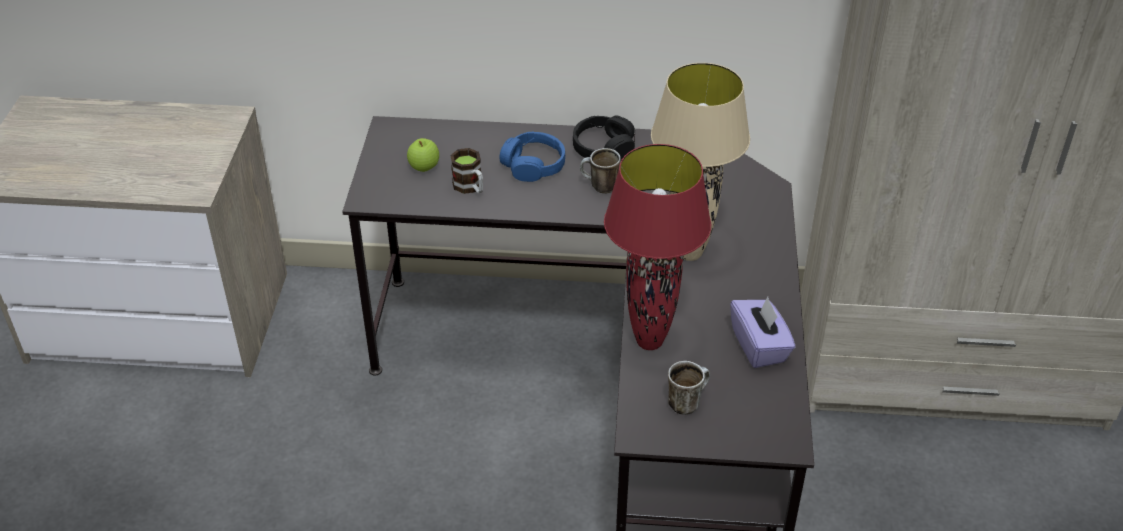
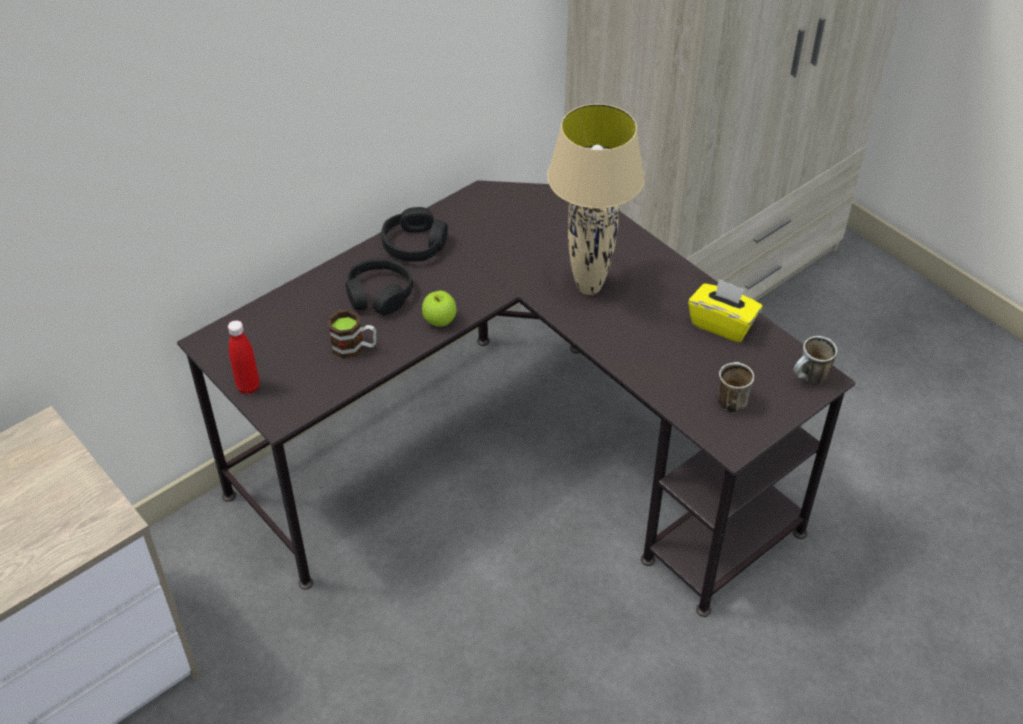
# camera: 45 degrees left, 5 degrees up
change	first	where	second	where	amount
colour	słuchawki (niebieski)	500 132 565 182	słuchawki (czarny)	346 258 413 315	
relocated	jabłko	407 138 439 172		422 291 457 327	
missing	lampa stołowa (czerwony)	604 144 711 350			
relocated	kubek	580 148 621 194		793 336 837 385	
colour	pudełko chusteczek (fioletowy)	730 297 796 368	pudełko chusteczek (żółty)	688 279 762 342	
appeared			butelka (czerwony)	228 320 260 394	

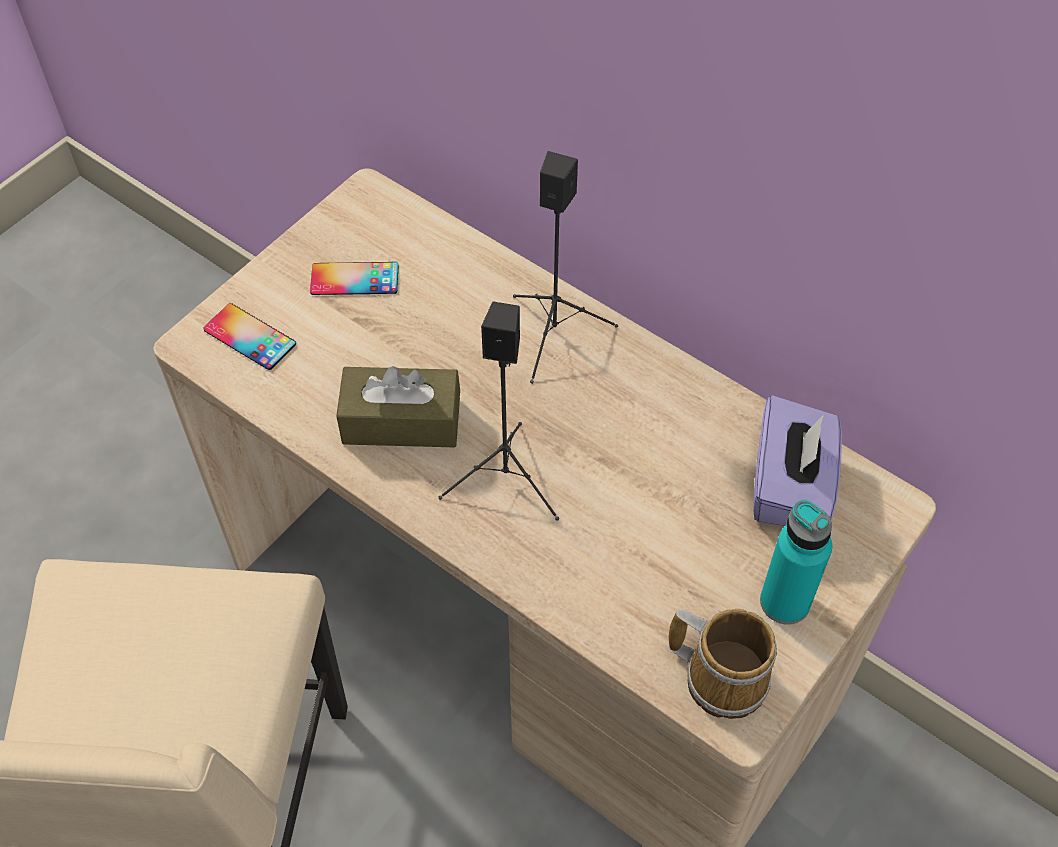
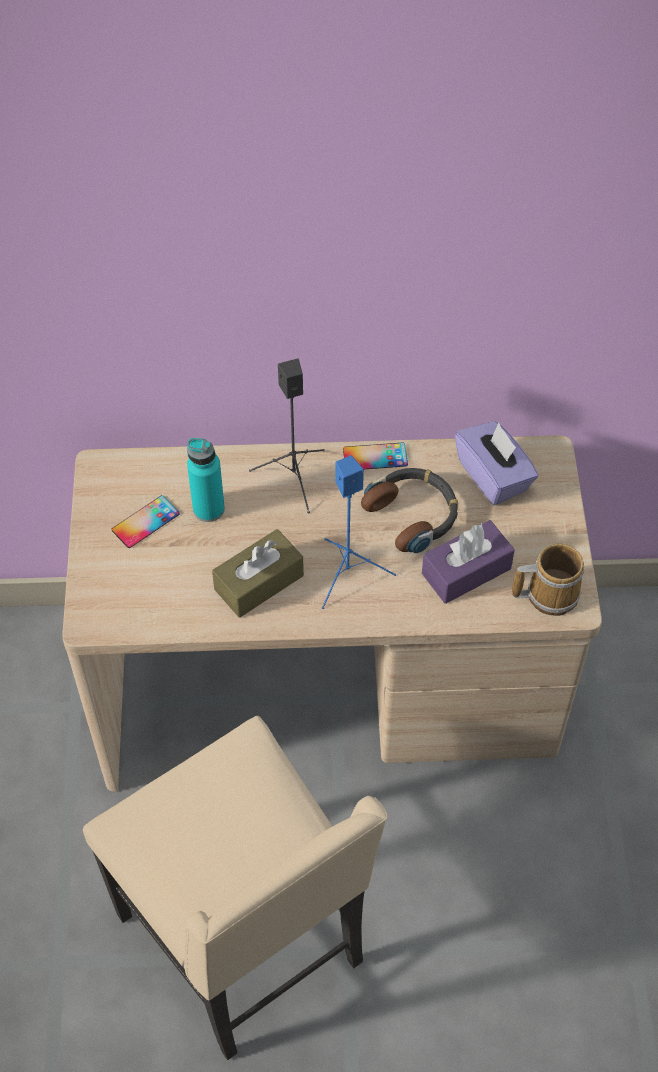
# camera: 40 degrees left, 0 degrees up
change	first	where	second	where	amount
colour	głośnik (czarny)	438 302 559 520	głośnik (niebieski)	322 455 396 609	
relocated	telefon	204 303 296 370		343 443 408 469	
relocated	butelka (turkusowy)	760 499 832 625		187 438 225 522	
appeared			słuchawki	361 468 458 553	
appeared			pudełko chusteczek (fioletowy)	422 520 515 604	

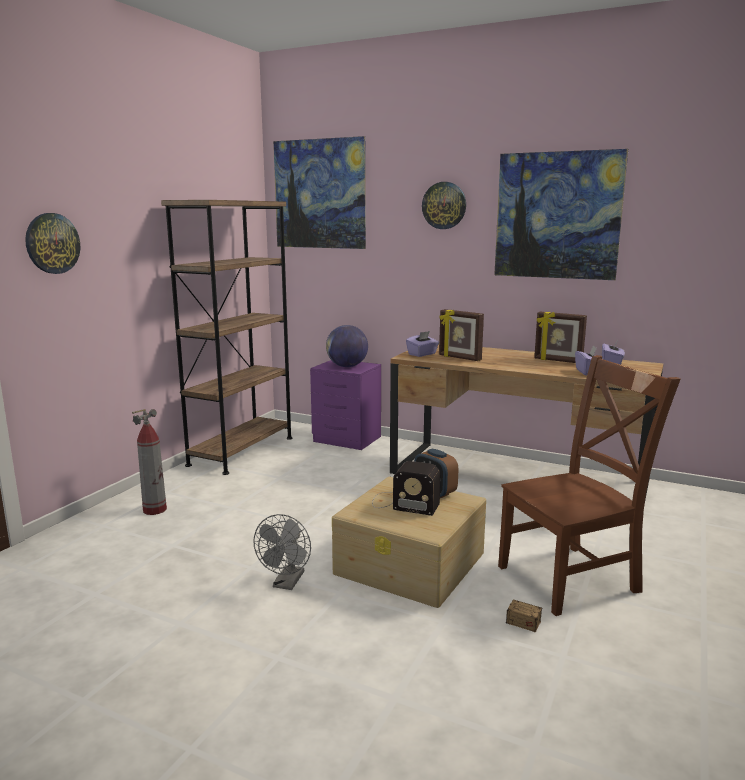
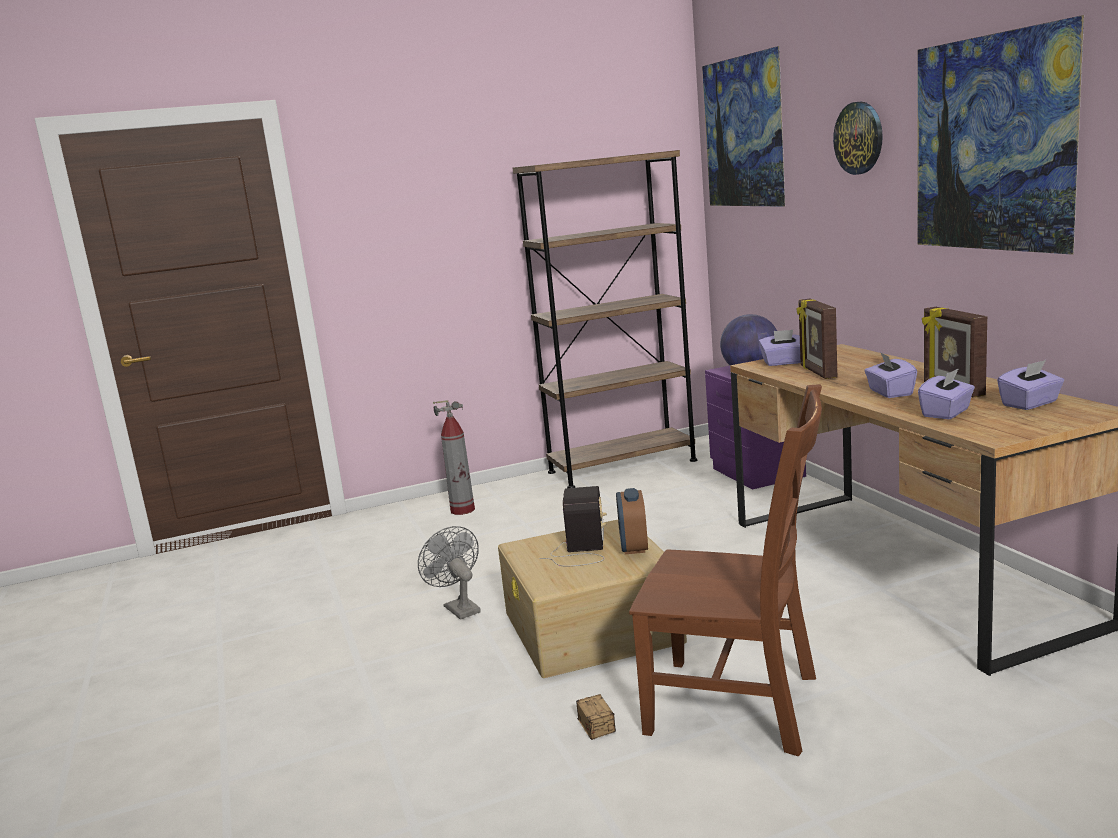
# camera: 45 degrees right, 0 degrees up
change	first	where	second	where	amount
missing	zegar ścienny	25 213 80 274			
spun	radio	372 461 441 516		539 486 607 566	150 degrees counterclockwise
spun	wentylator (szary)	253 514 311 590		418 526 481 620	90 degrees clockwise
appeared			pudełko chusteczek (fioletowy)	864 353 917 398	

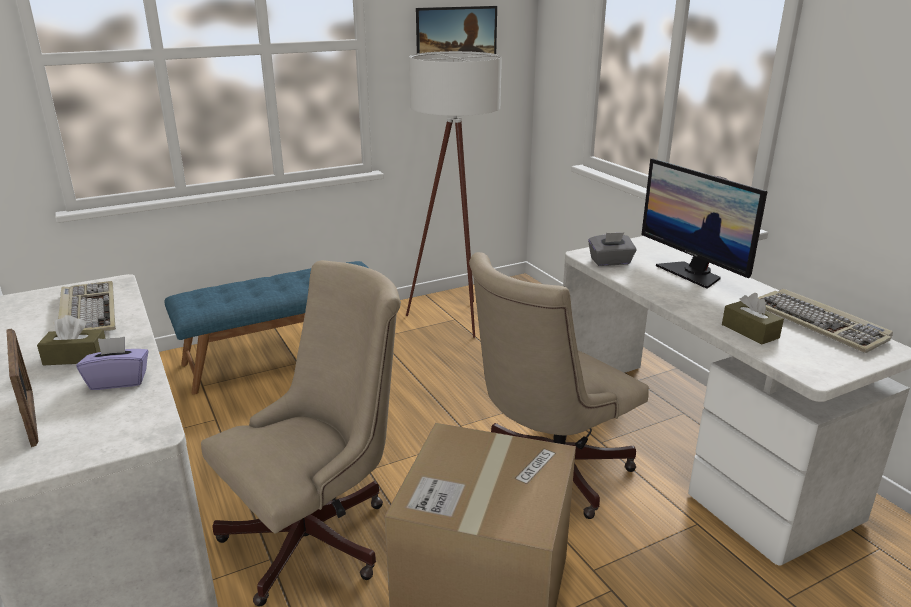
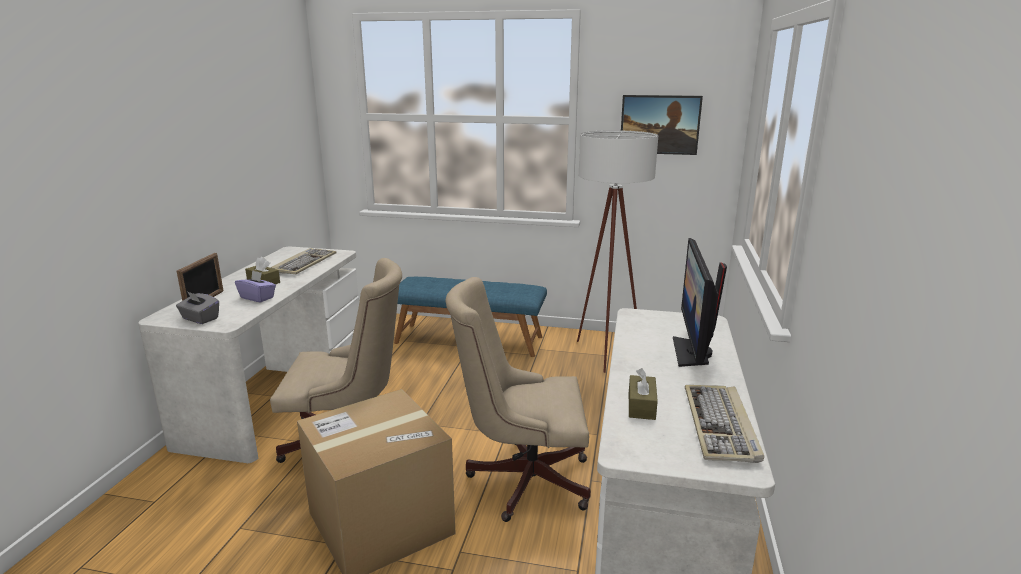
# camera: 40 degrees right, 5 degrees down
change	first	where	second	where	amount
relocated	pudełko chusteczek (szary)	588 232 637 266		176 291 219 324	

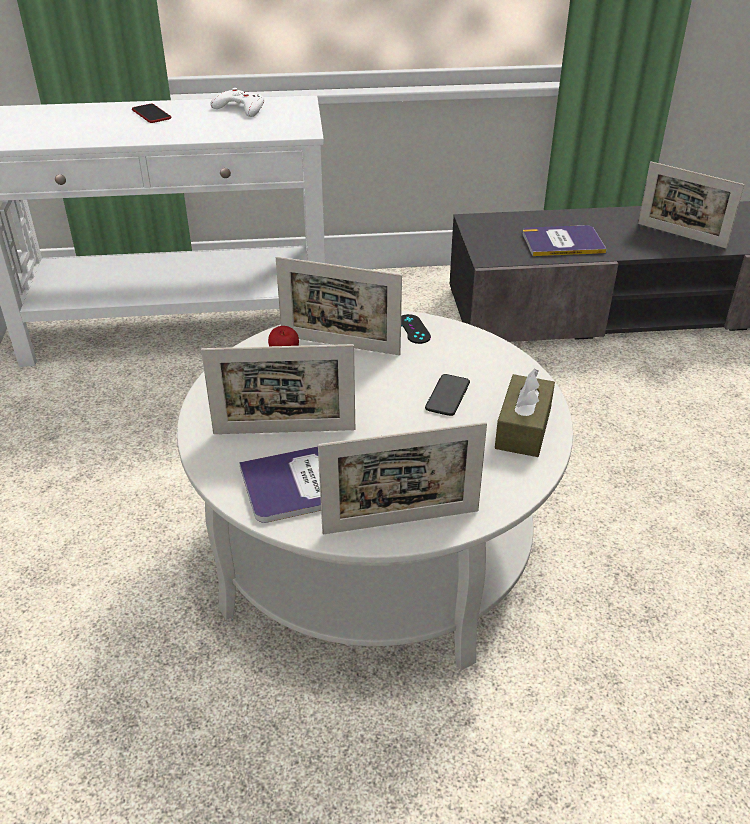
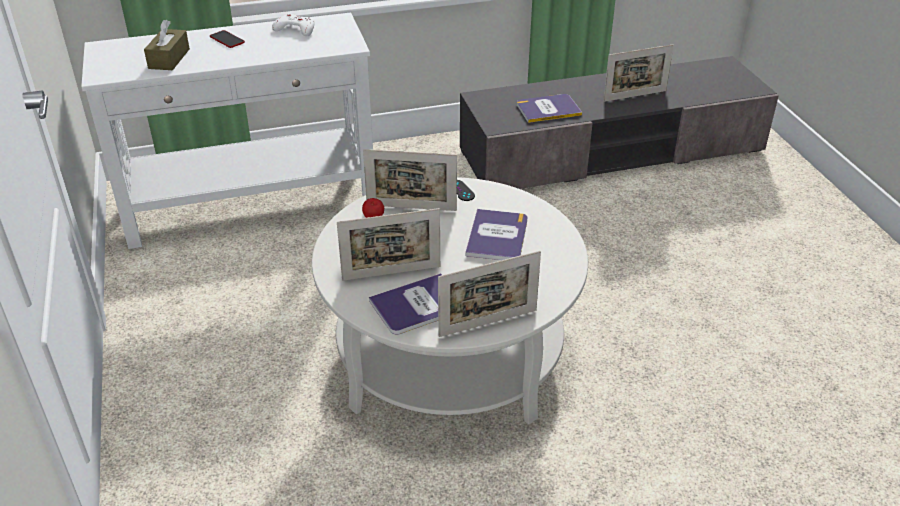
# camera: 10 degrees left, 0 degrees up
change	first	where	second	where	amount
spun	ramka na zdjęcie	638 161 744 249		603 44 674 102	45 degrees counterclockwise
relocated	pudełko chusteczek (brązowy)	495 368 555 457		144 20 190 70	
exchanged	telefon	425 374 470 416	książka	465 209 527 260	

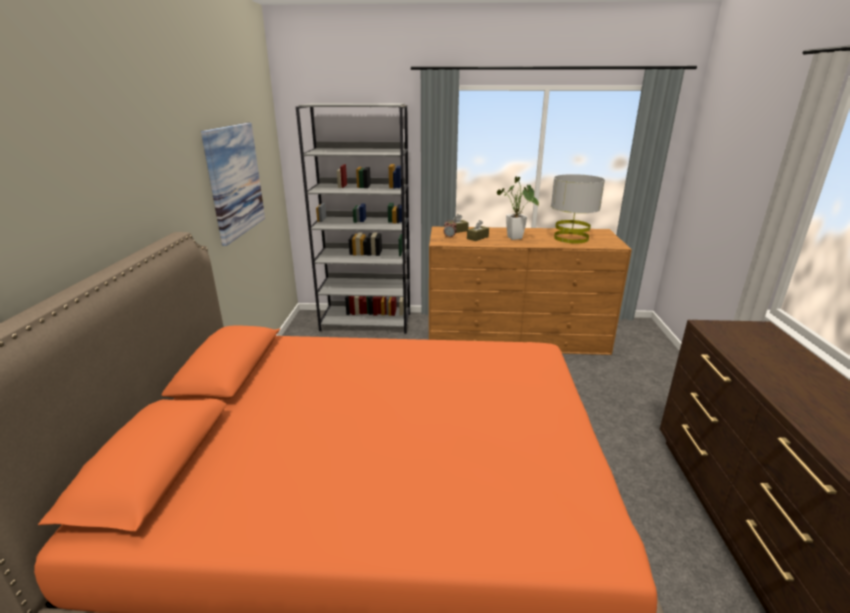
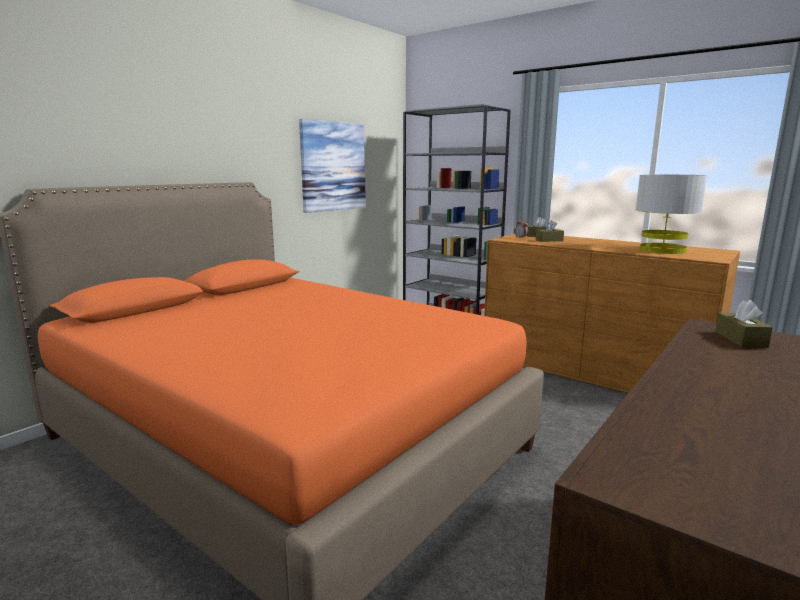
# camera: 35 degrees right, 10 degrees down
change	first	where	second	where	amount
missing	roślina doniczkowa	497 177 539 240			
appeared			pudełko chusteczek (brązowy)	715 300 773 348	

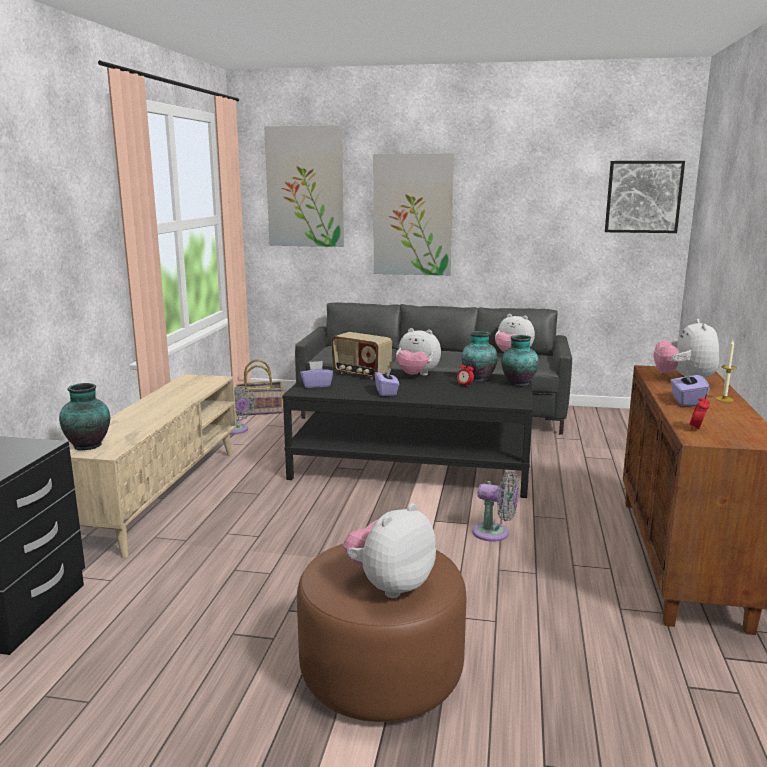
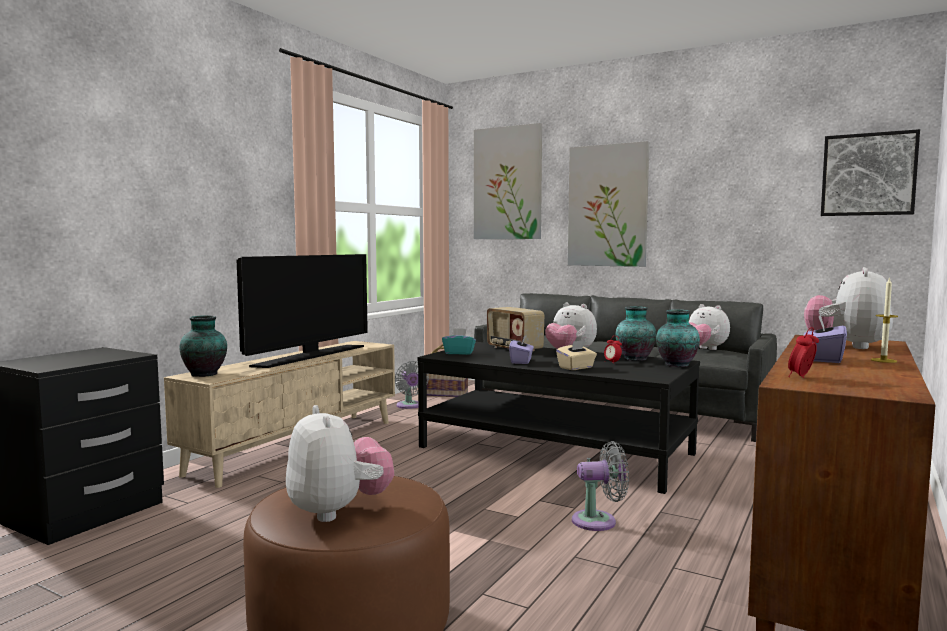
# camera: 20 degrees right, 10 degrees down
change	first	where	second	where	amount
colour	pudełko chusteczek (fioletowy)	300 361 333 388	pudełko chusteczek (turkusowy)	442 328 476 355	
spun	wentylator (szary)	472 471 519 542		572 441 629 531	45 degrees counterclockwise
spun	pluszak	343 503 436 598		286 405 394 522	90 degrees clockwise
appeared			telewizor	236 254 368 368	
appeared			pudełko chusteczek (beżowy)	556 340 597 370	

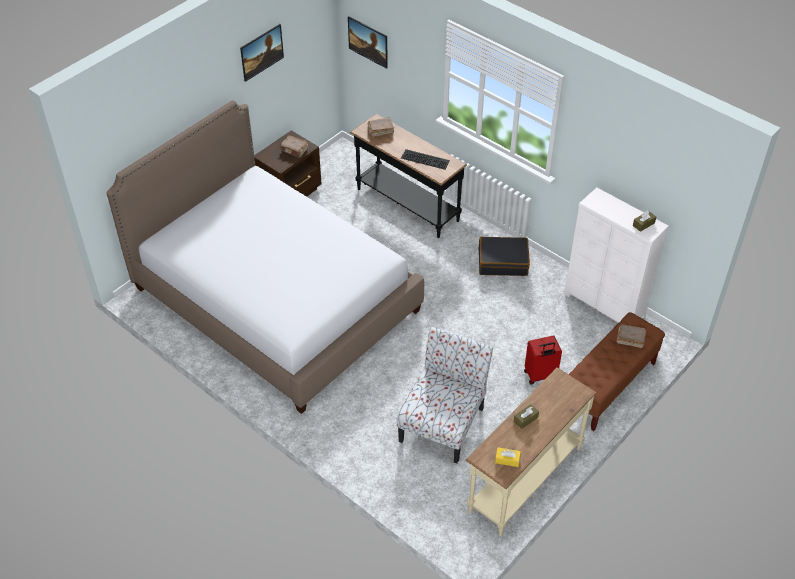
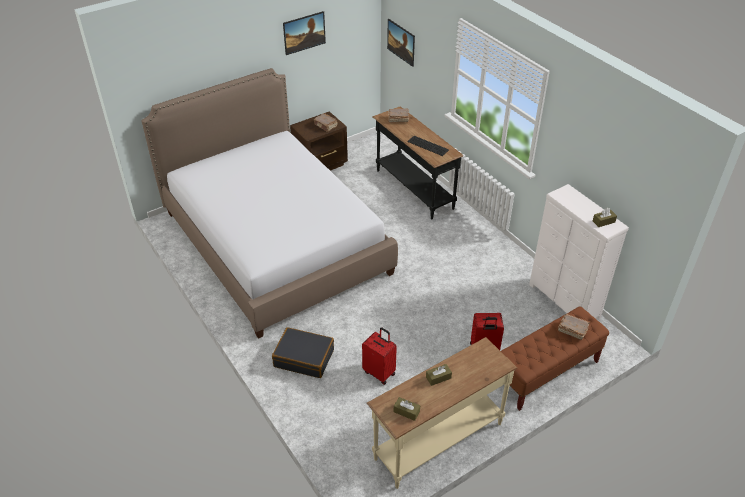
# camera: 15 degrees right, 5 degrees down
change	first	where	second	where	amount
relocated	walizka (czarny)	479 237 530 276		272 327 334 378	
exchanged	krzesło	396 327 493 464	walizka (czerwony)	362 327 397 385	
colour	pudełko chusteczek (żółty)	495 447 521 467	pudełko chusteczek (brązowy)	394 397 420 421	

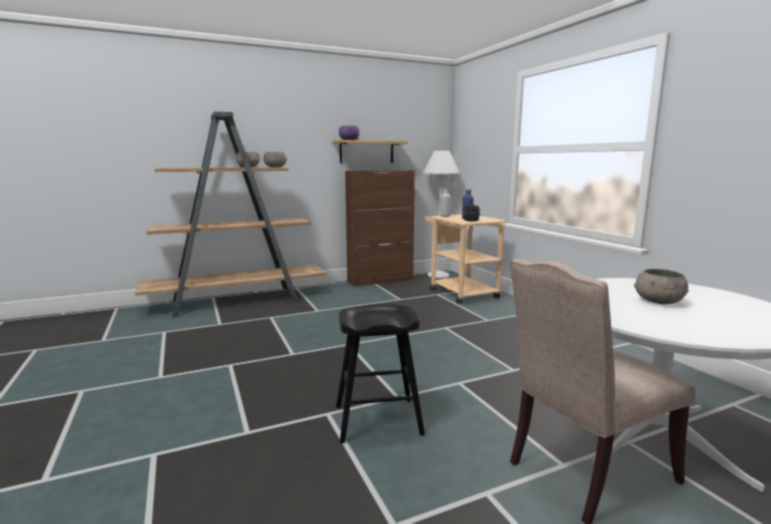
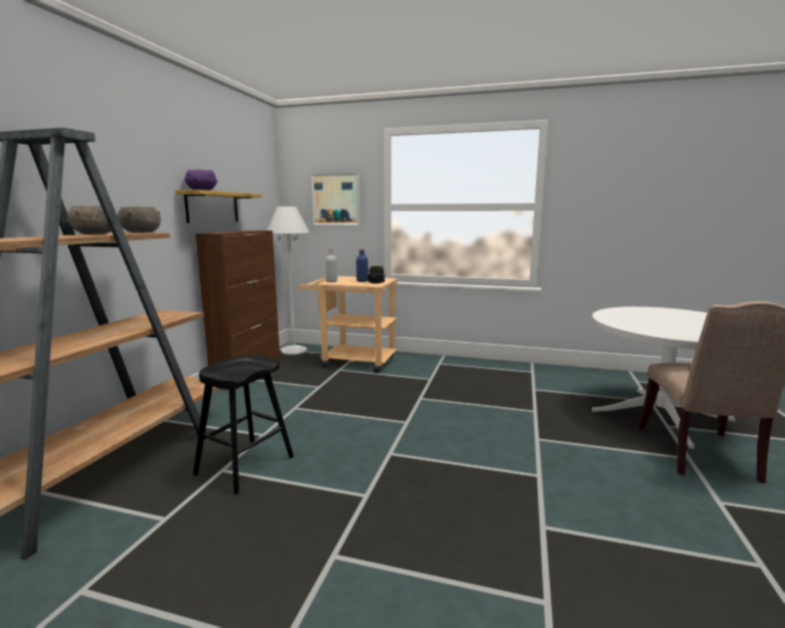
# camera: 50 degrees left, 0 degrees up
change	first	where	second	where	amount
missing	miska (szary)	634 269 689 304			
relocated	stołek (czarny)	336 304 425 443		193 355 294 494	
appeared			obraz	311 173 360 225	

